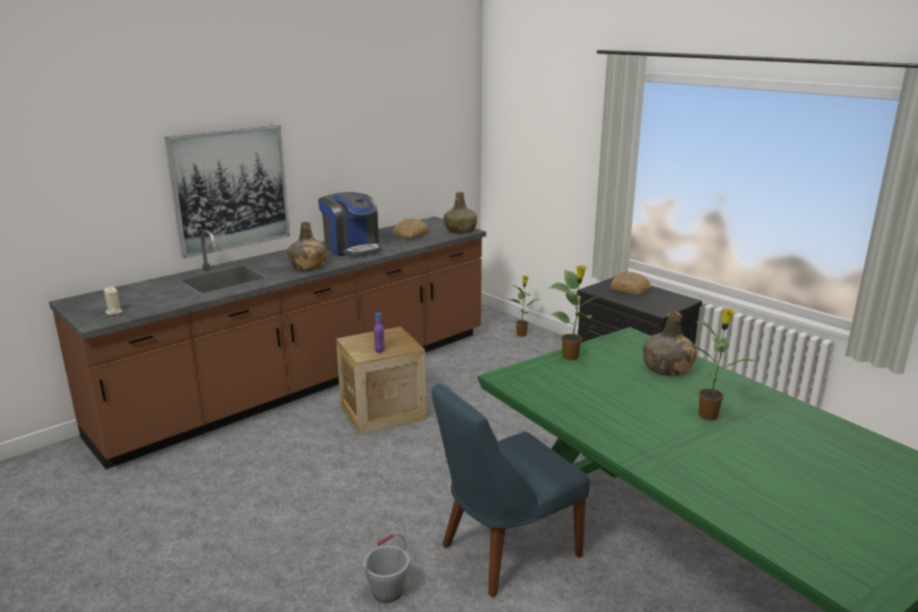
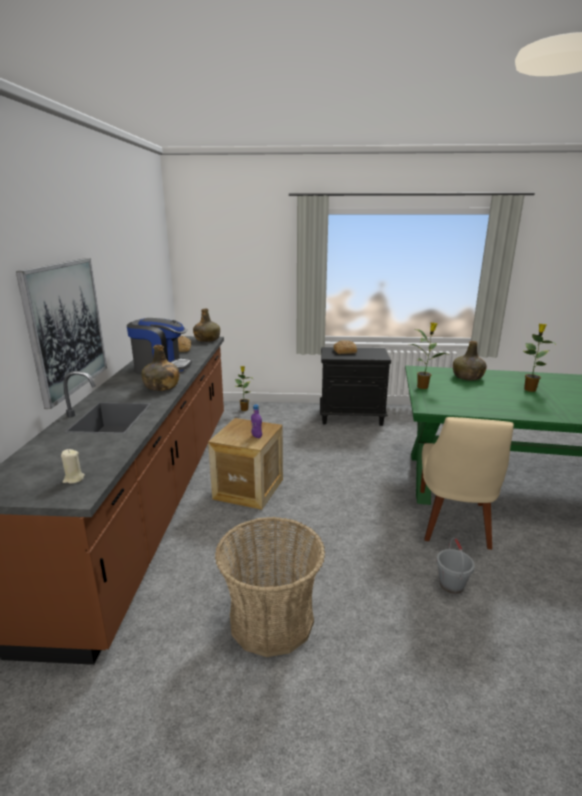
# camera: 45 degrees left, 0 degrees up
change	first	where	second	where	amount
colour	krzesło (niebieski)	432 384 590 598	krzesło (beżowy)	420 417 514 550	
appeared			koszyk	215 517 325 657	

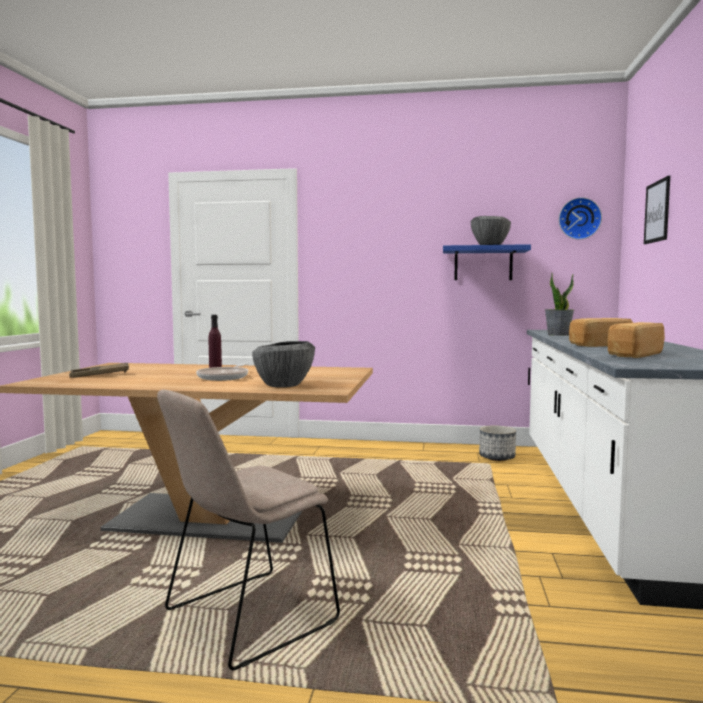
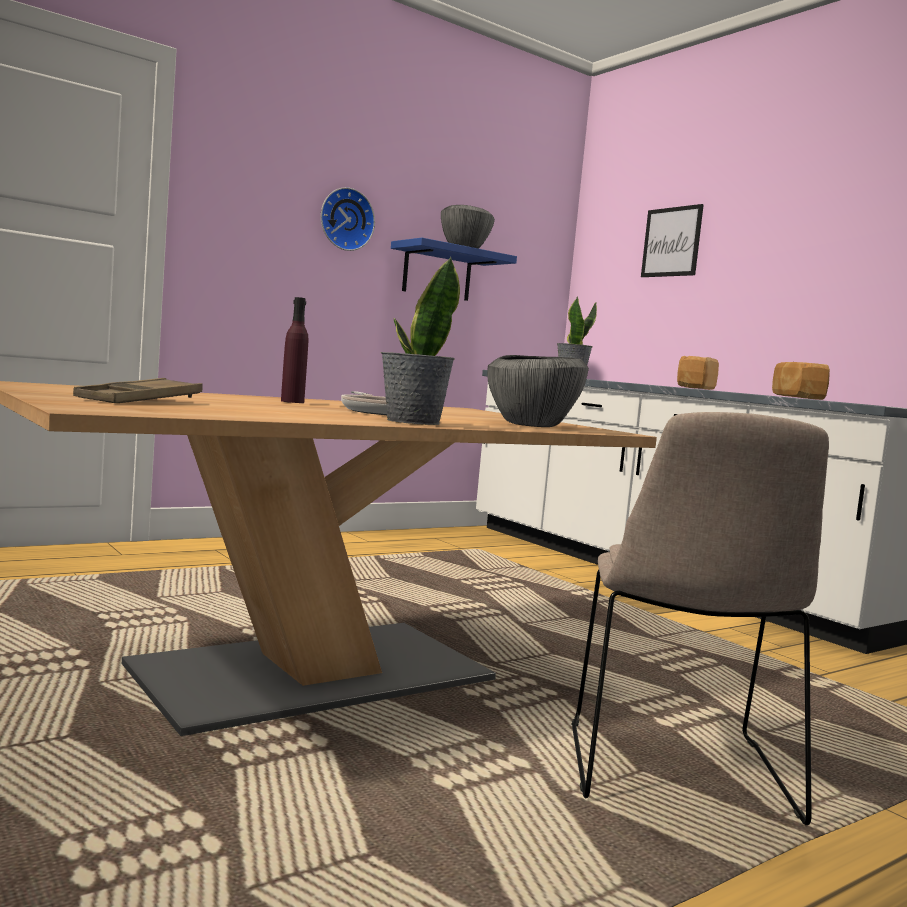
# camera: 45 degrees left, 0 degrees up
change	first	where	second	where	amount
relocated	zegar ścienny	559 197 602 240		321 187 375 251	
missing	donica	479 425 516 461			
appeared			roślina doniczkowa	381 257 460 425	

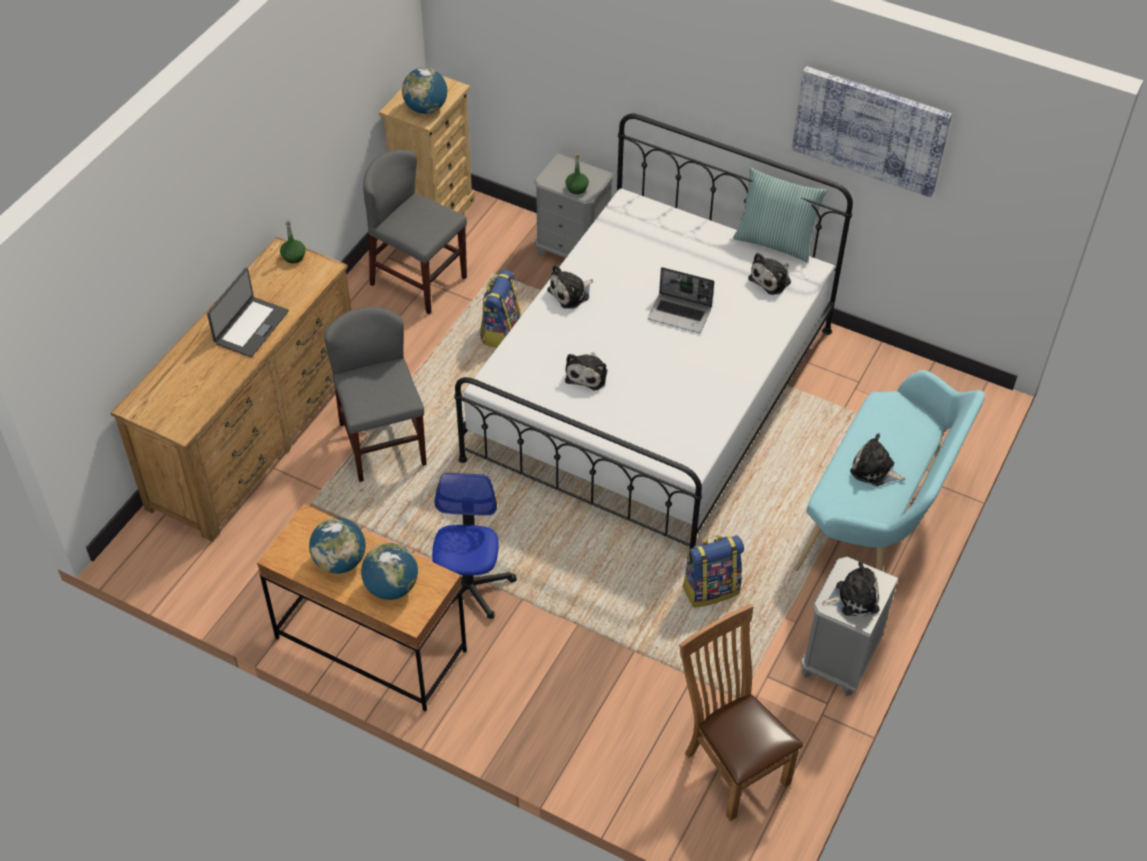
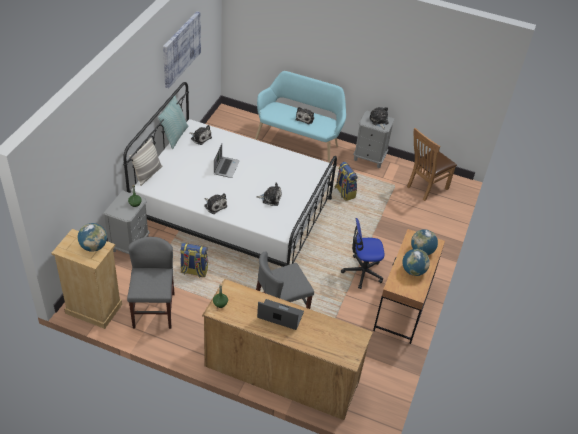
# camera: 100 degrees left, 5 degrees down
change	first	where	second	where	amount
spun	krzesło (szary)	363 149 467 314		127 237 175 329	150 degrees clockwise
appeared			poduszka	129 138 162 186	

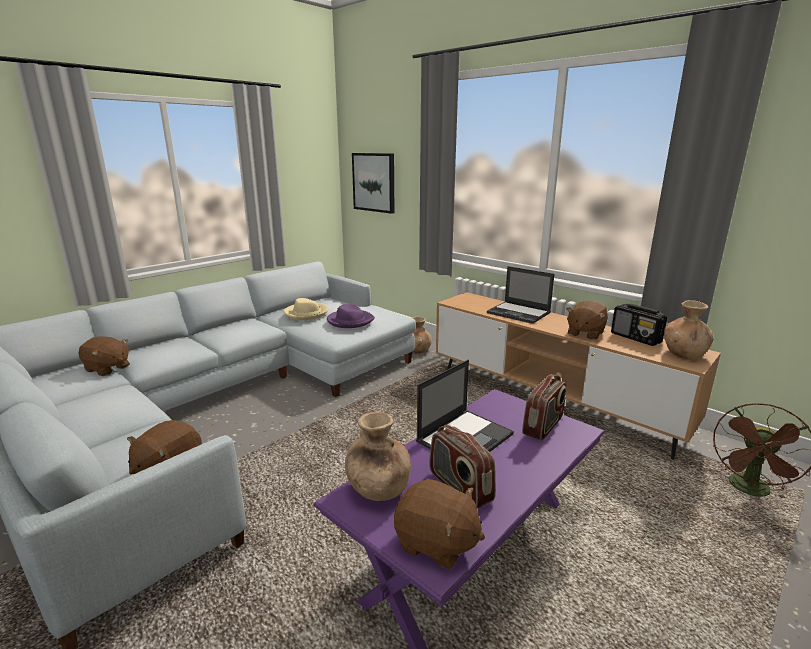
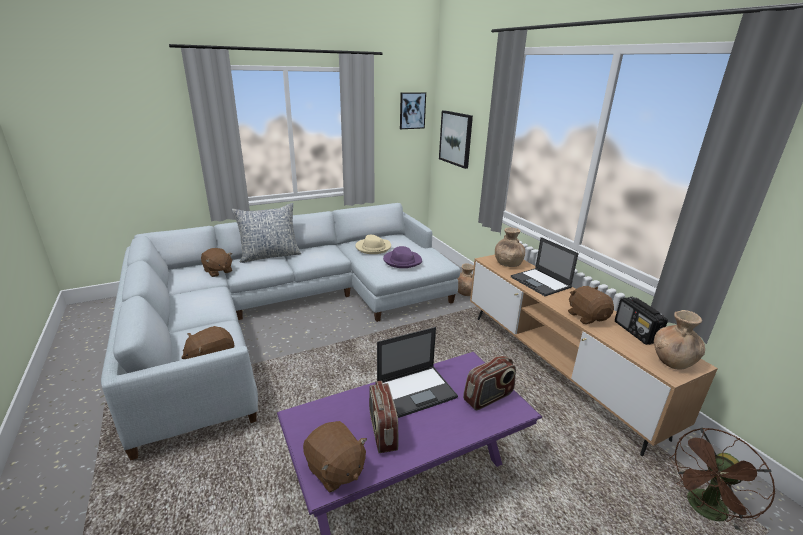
# camera: 20 degrees right, 5 degrees up
change	first	where	second	where	amount
spun	pluszak (brązowy)	567 301 608 340		568 286 614 324	105 degrees clockwise
relocated	wazon (brązowy)	345 412 411 501		495 227 525 267	
appeared			obraz	400 92 426 129	
appeared			poduszka	232 203 301 263	

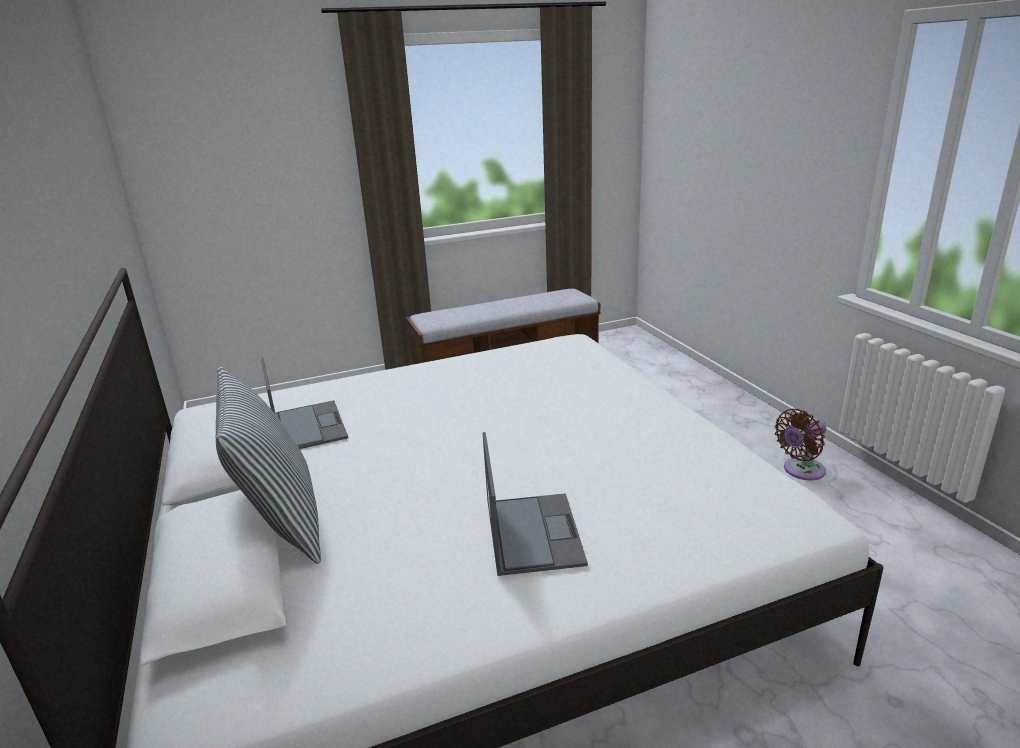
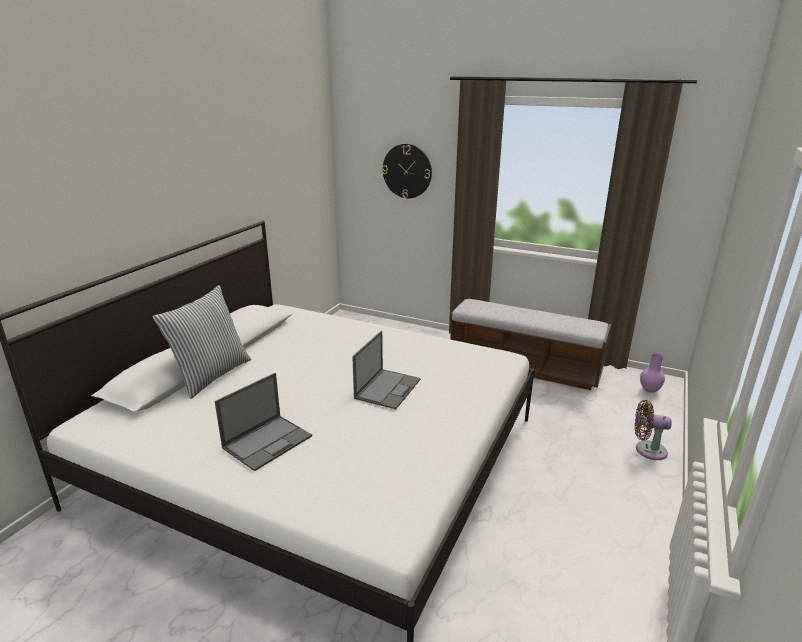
# camera: 45 degrees right, 0 degrees up
change	first	where	second	where	amount
relocated	laptop	261 357 348 449		352 331 421 409	
relocated	wentylator (brązowy)	775 409 827 480		635 400 672 460	
appeared			zegar ścienny	382 144 432 198	
appeared			wazon (fioletowy)	640 354 665 393	

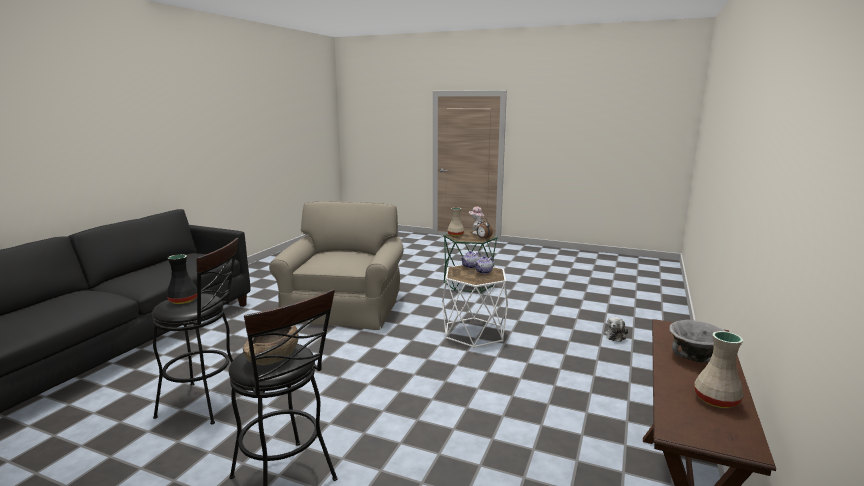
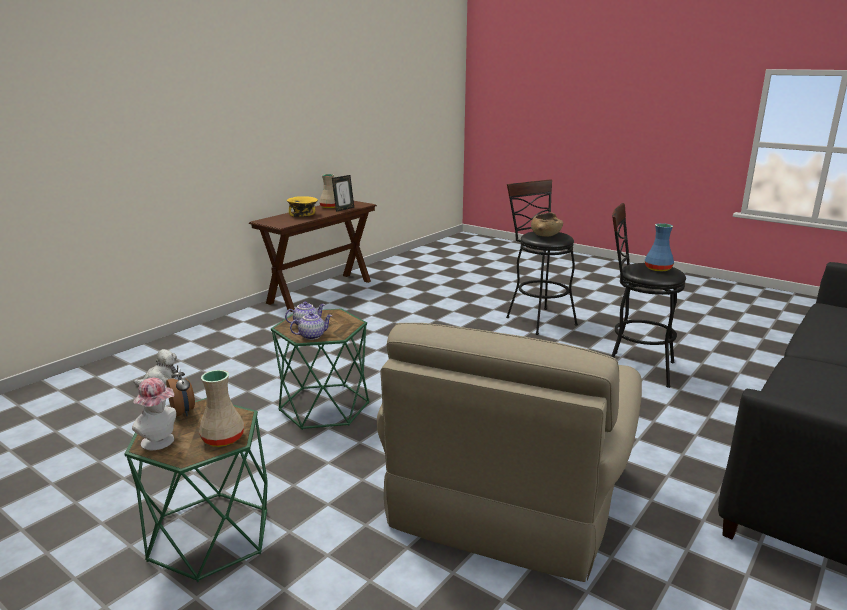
# camera: 165 degrees left, 5 degrees up
change	first	where	second	where	amount
colour	wazon (czarny)	167 254 197 304	wazon (niebieski)	645 223 674 271	
colour	stolik (biały)	442 265 508 348	stolik (zielony)	271 309 369 430	
colour	miska (szary)	669 320 725 363	miska (żółty)	287 196 318 217	
appeared			ramka na zdjęcie	332 175 354 212	

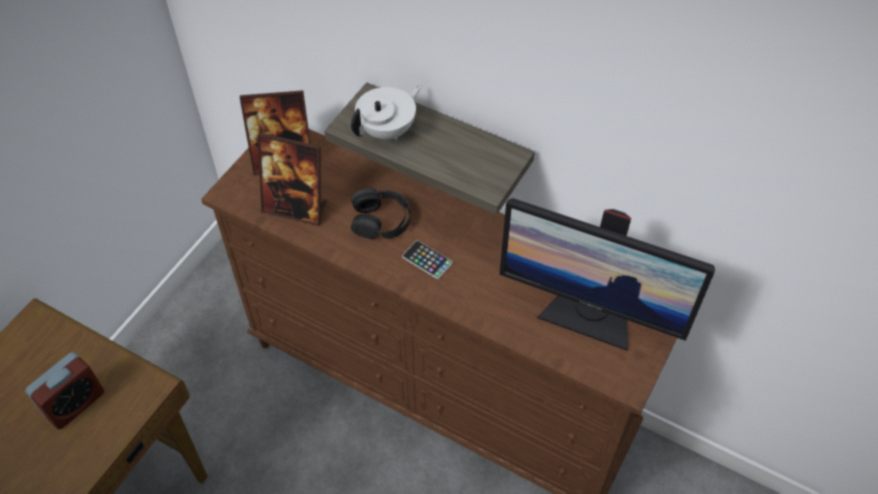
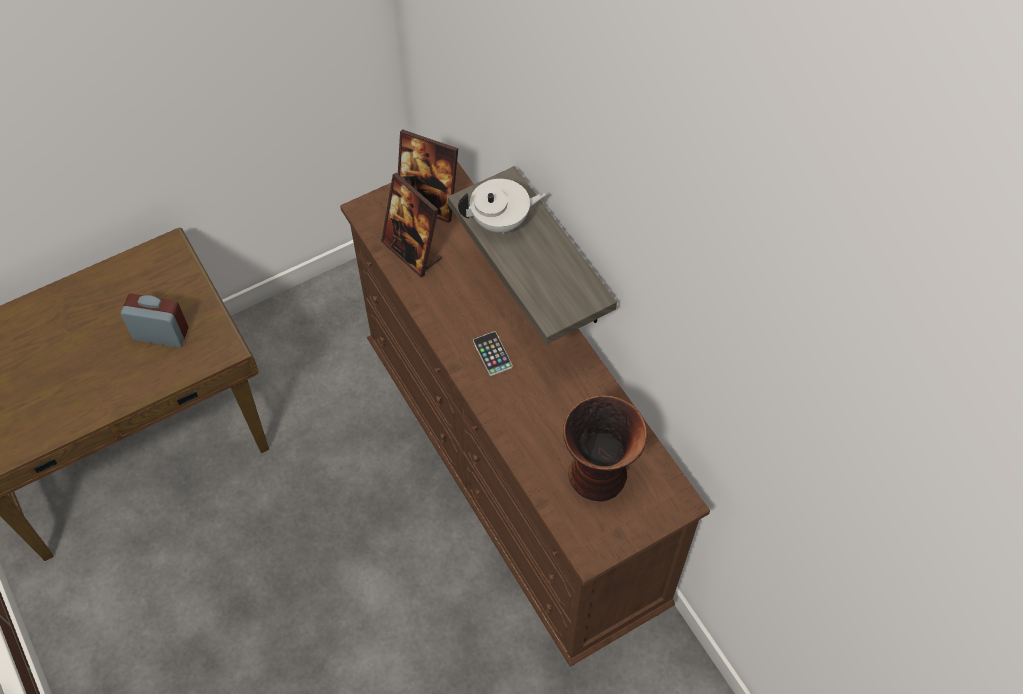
# camera: 30 degrees right, 5 degrees up
change	first	where	second	where	amount
missing	słuchawki (czarny)	351 188 411 239			
exchanged	monitor	499 198 715 351	wazon	563 395 647 502	
spun	budzik	26 352 104 429		120 294 189 347	150 degrees counterclockwise

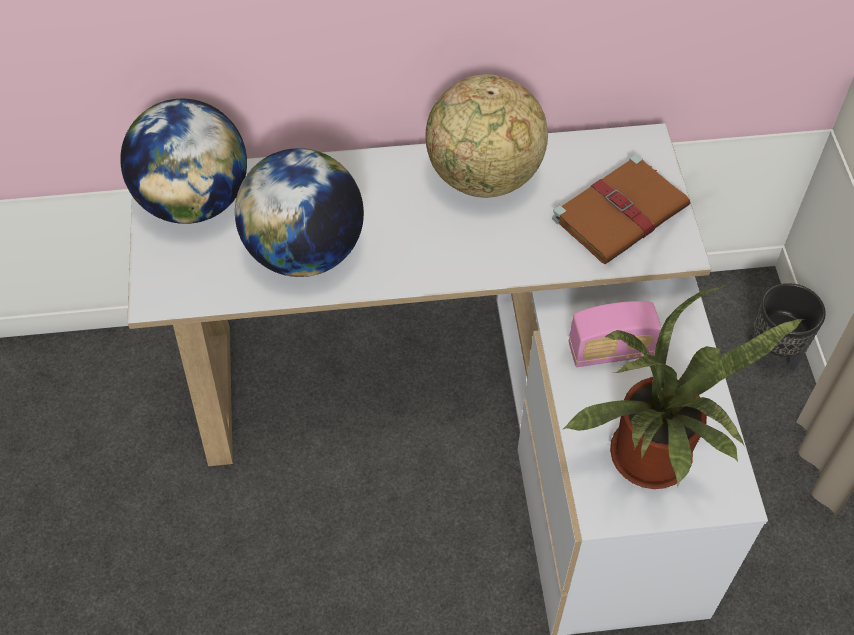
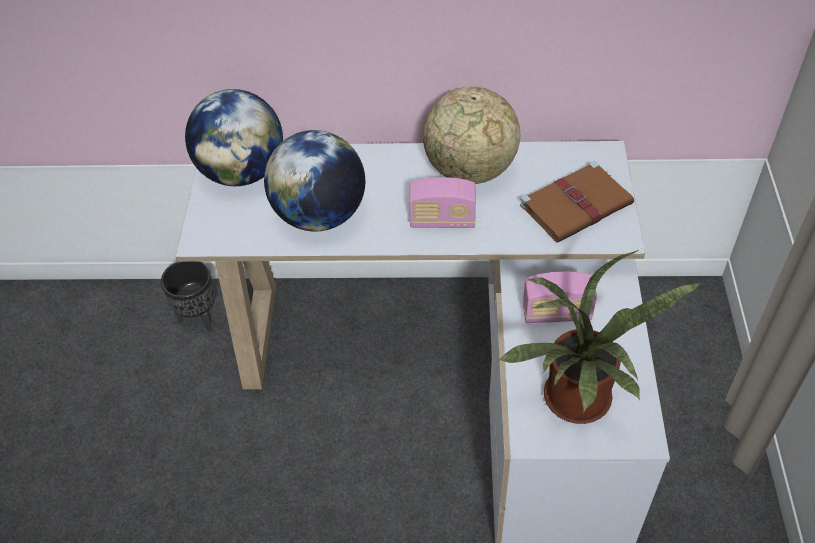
# camera: 10 degrees right, 5 degrees down
change	first	where	second	where	amount
relocated	donica (czarny)	754 283 826 371		161 261 215 332	
appeared			radio	409 177 476 228	

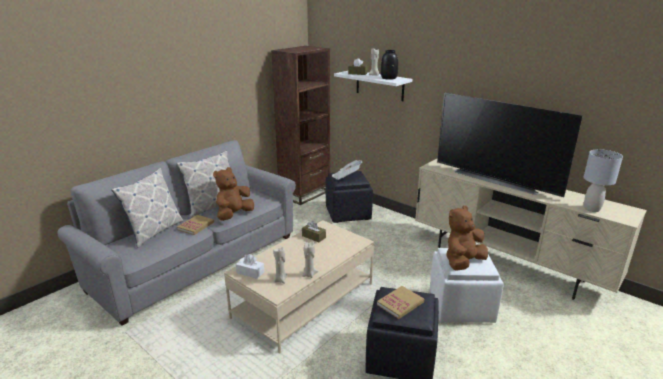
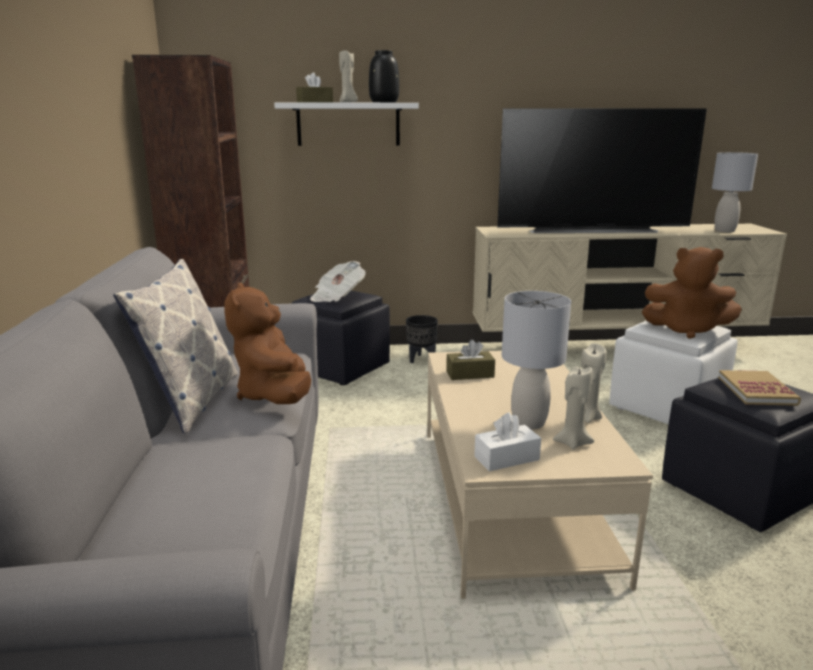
# camera: 45 degrees left, 5 degrees down
change	first	where	second	where	amount
missing	poduszka	111 168 183 248			
spun	pluszak (brązowy)	446 205 488 271		642 247 742 339	75 degrees counterclockwise
missing	książka	177 215 214 235			
appeared			lampa stołowa (szary)	502 291 571 429	
appeared			donica (czarny)	406 315 438 363	

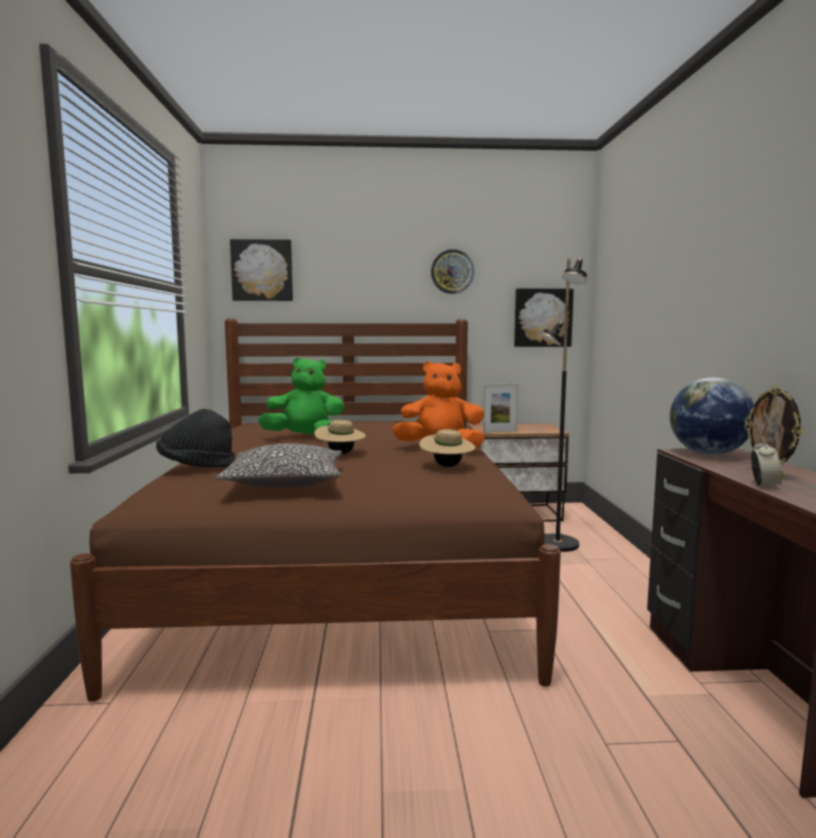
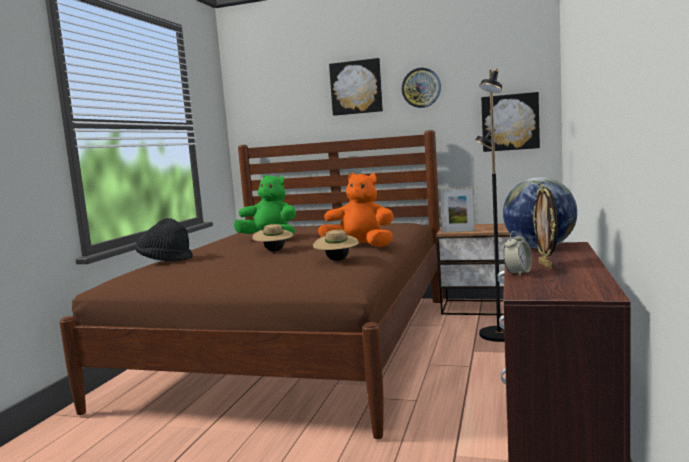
# camera: 20 degrees right, 0 degrees up
change	first	where	second	where	amount
relocated	obraz	230 239 293 301		329 58 383 116	
missing	poduszka	215 443 342 488			

